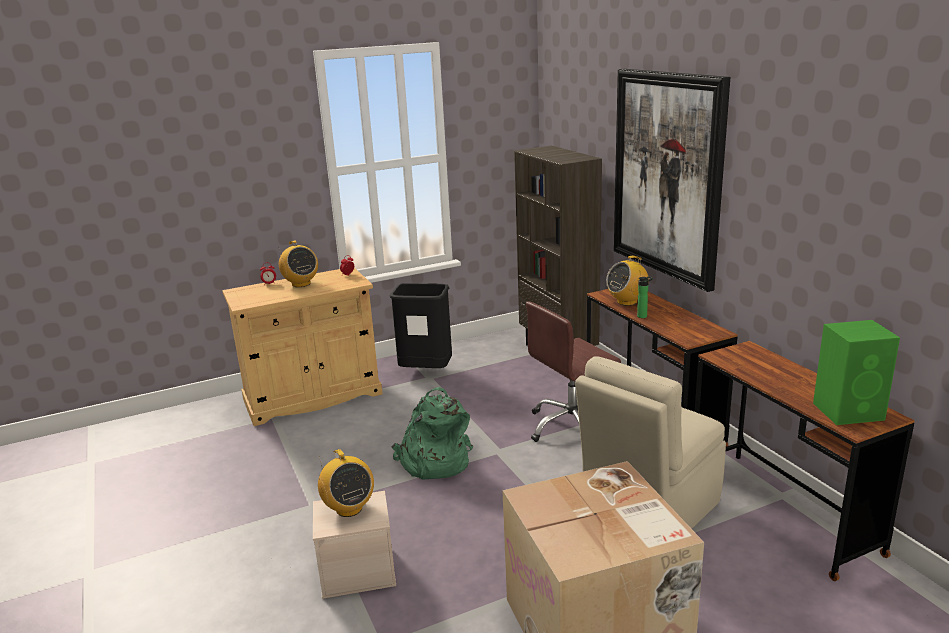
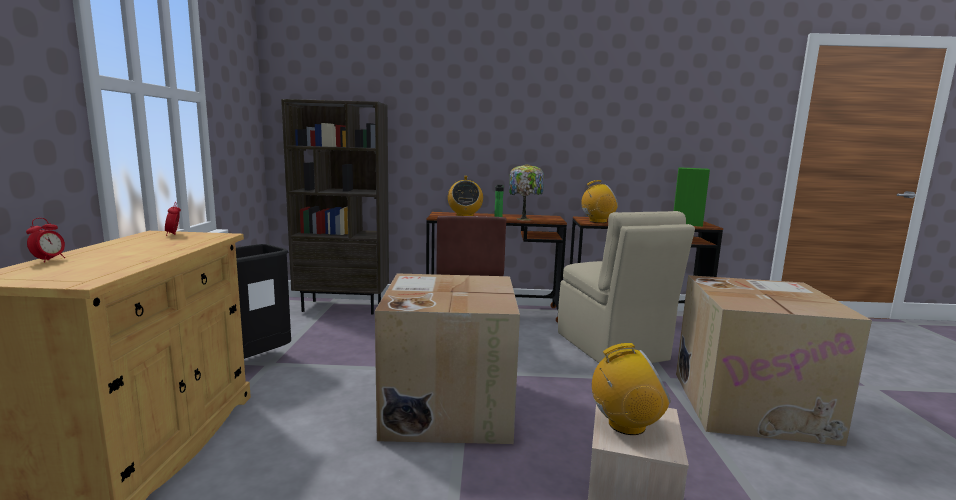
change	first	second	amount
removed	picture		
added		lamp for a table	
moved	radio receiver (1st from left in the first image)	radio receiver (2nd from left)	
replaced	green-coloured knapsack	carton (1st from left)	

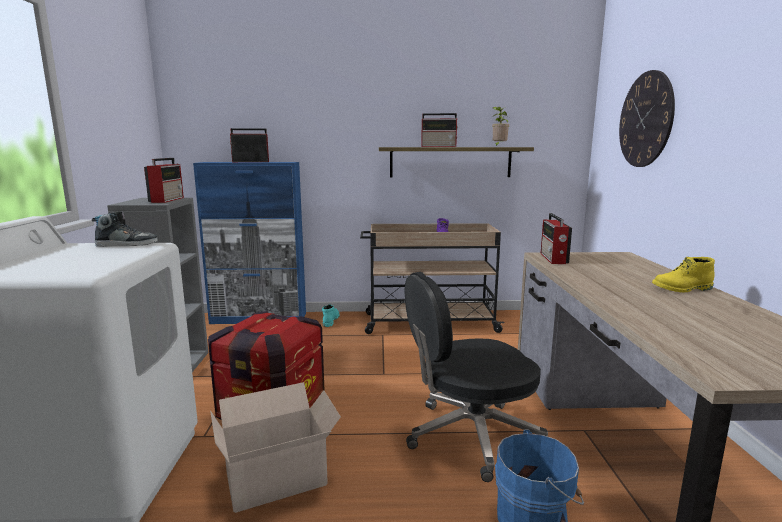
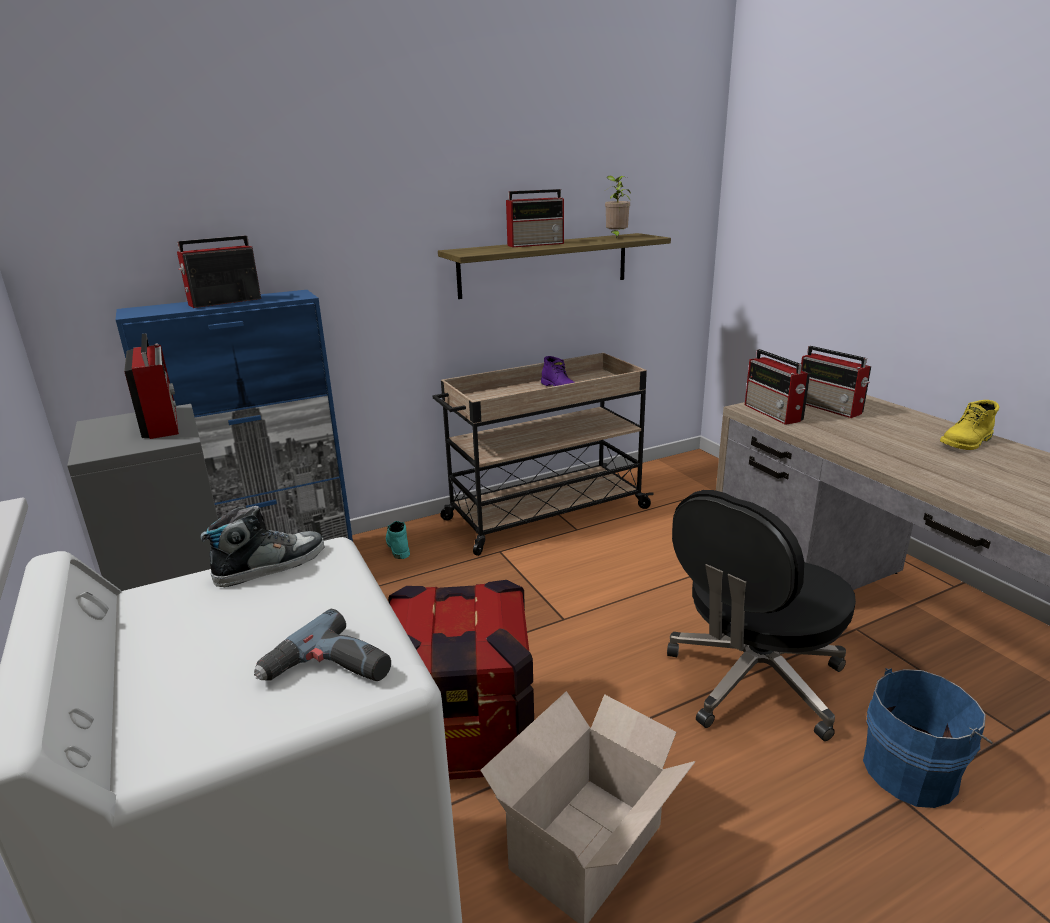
change	first	second	amount
removed	clock on the wall		
added		electric drill	
added		radio receiver (5th from left)	

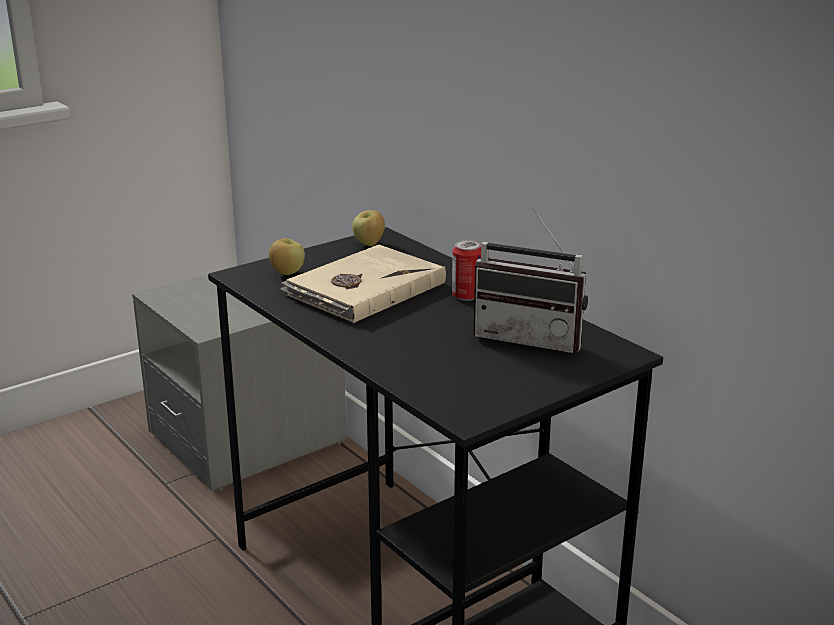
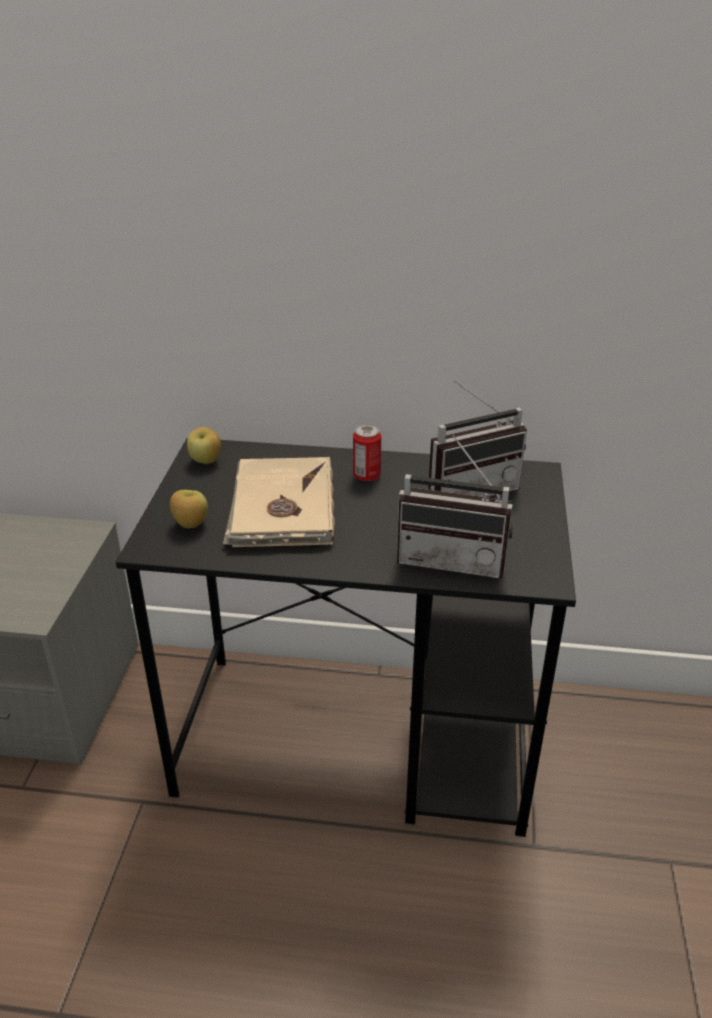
change	first	second	amount
added		radio receiver (1st from left)	

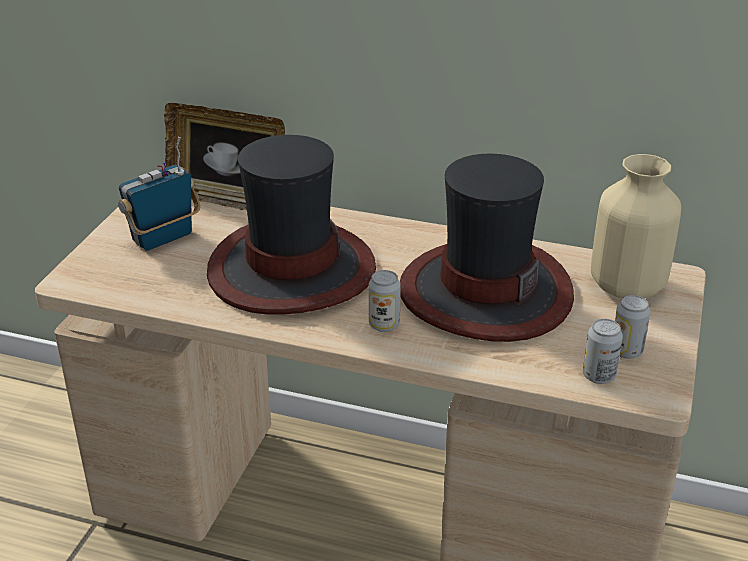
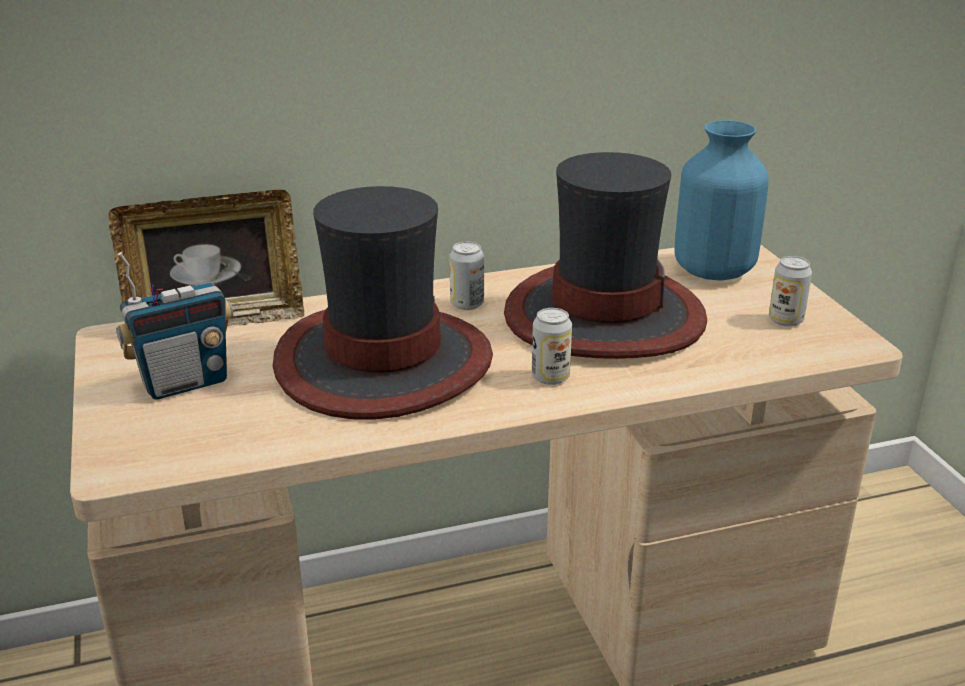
change	first	second	amount
moved	can (2nd from left in the first image)	can (1st from left)	
recoloured	beige-coloured decorative vase	blue-coloured decorative vase	
turned	radio receiver		135 degrees counterclockwise

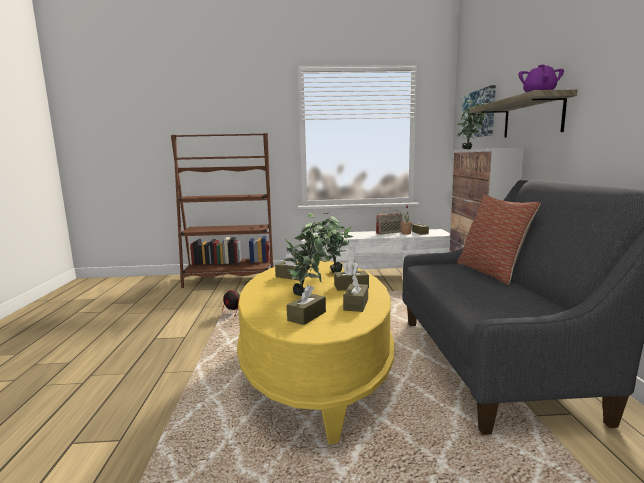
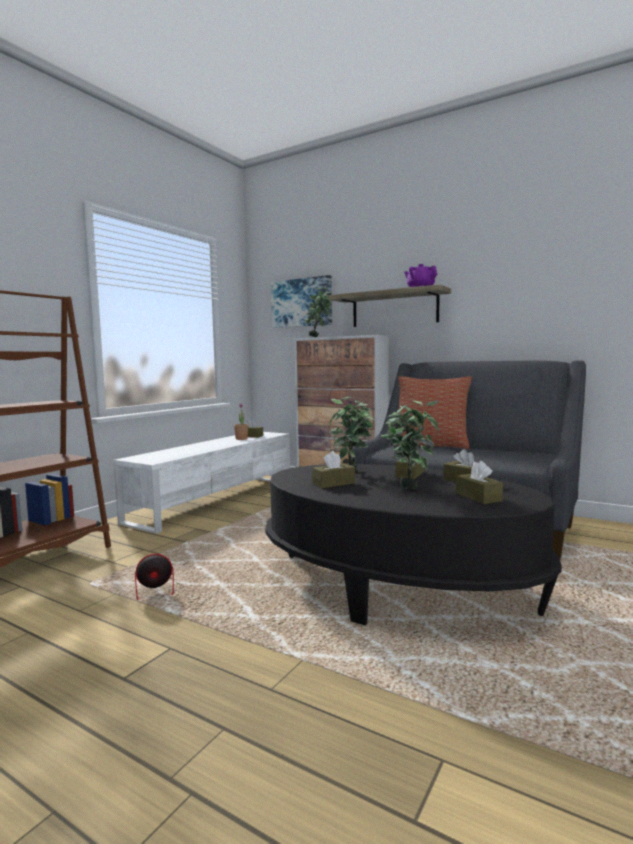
change	first	second	amount
removed	radio receiver		
recoloured	yellow-coloured lounge table	blackish lounge table	

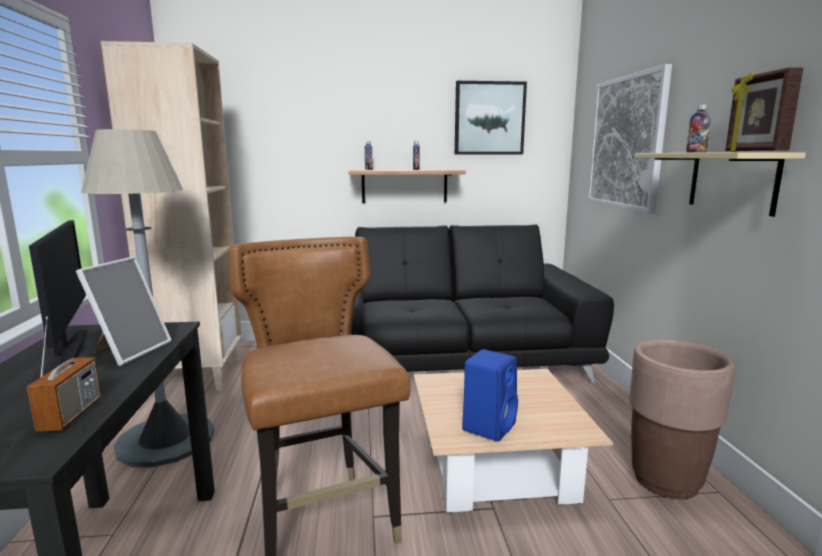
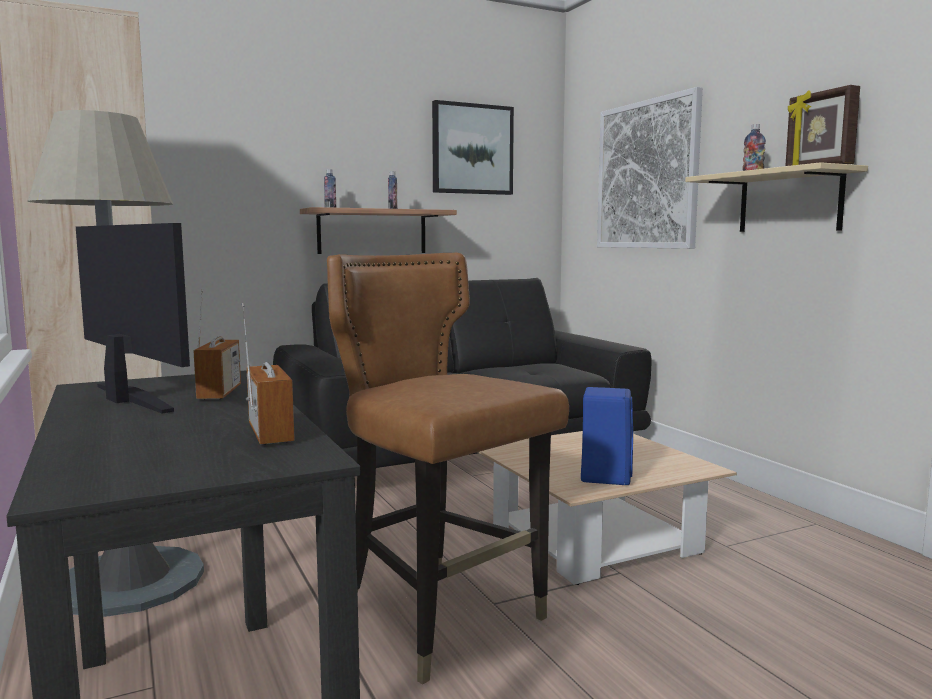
change	first	second	amount
removed	brownish flower pot		
replaced	photo frame (1st from left)	radio receiver (1st from left)	

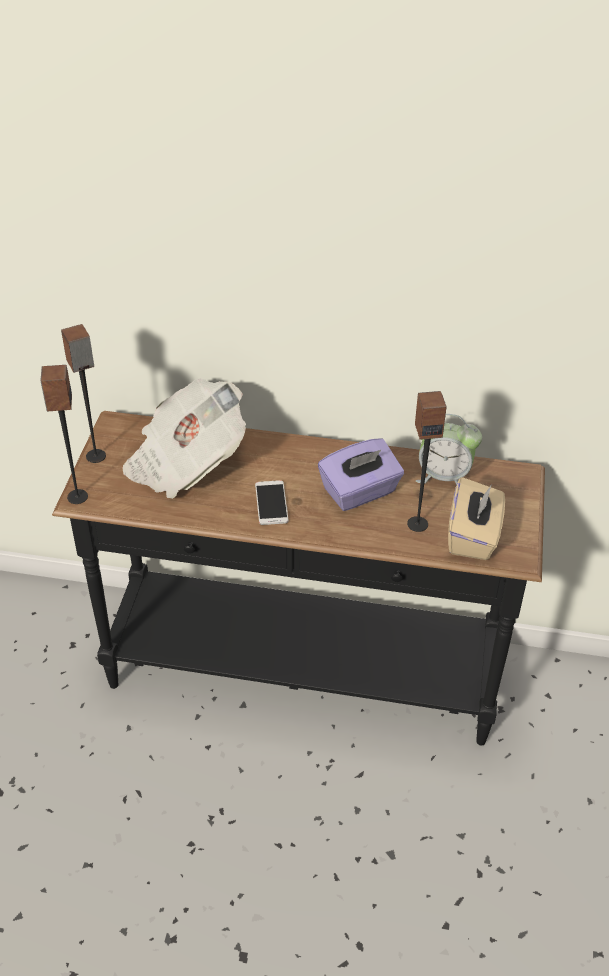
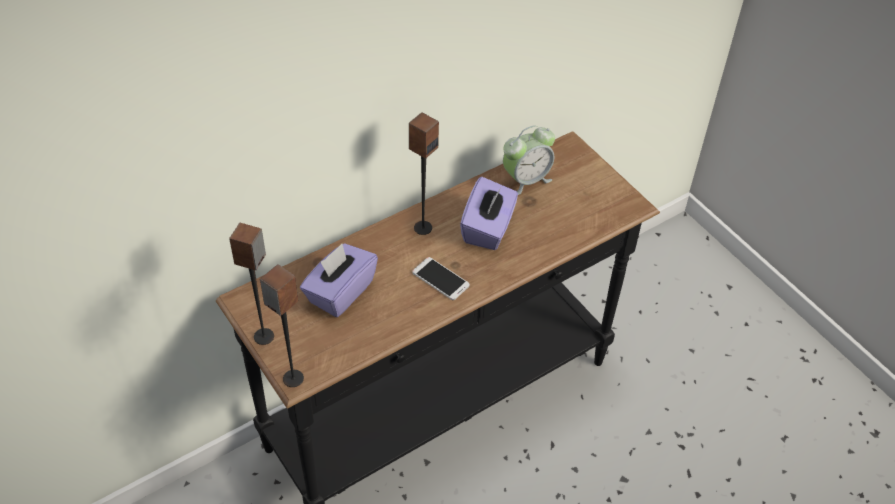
change	first	second	amount
removed	beige-coloured tissue holder		
moved	loudspeaker (3rd from left)		
replaced	newspaper	purple-coloured tissue holder (1st from left)	

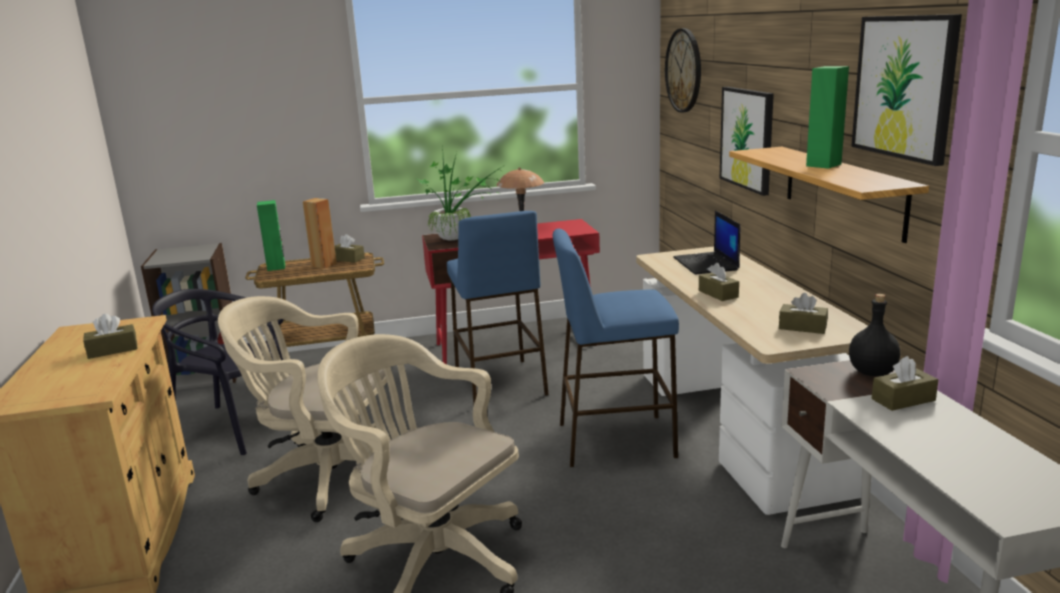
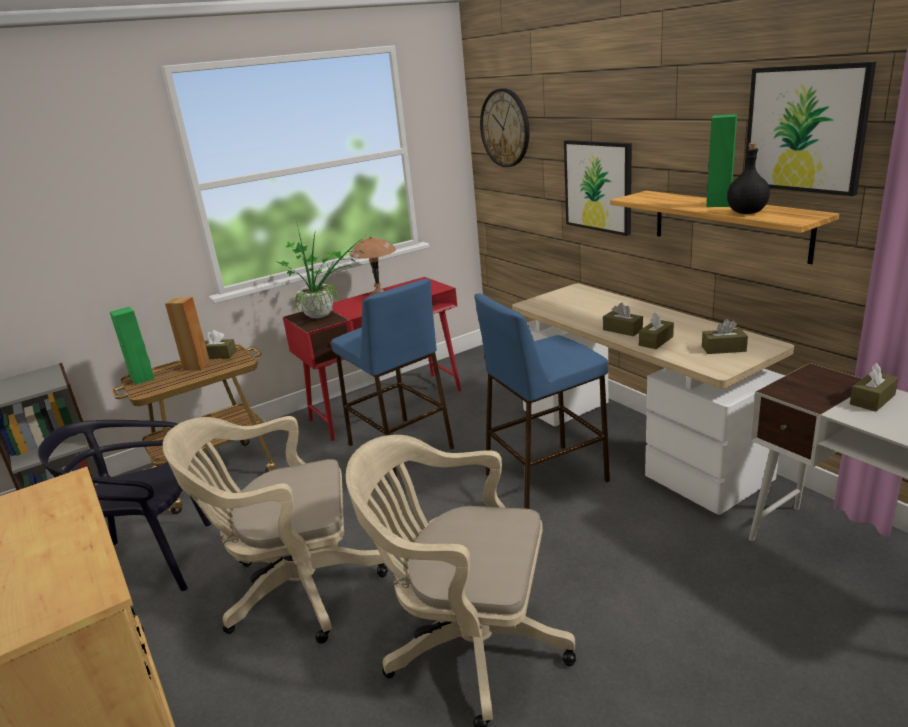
change	first	second	amount
removed	notebook computer		
moved	brownish tissue holder (1st from left in the first image)	brownish tissue holder (3rd from left)	
moved	blackish beverage bottle		

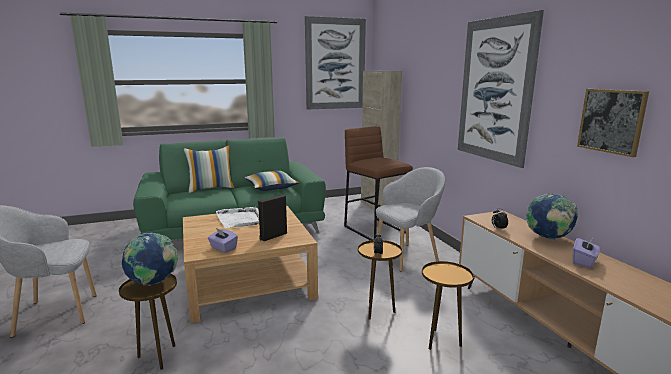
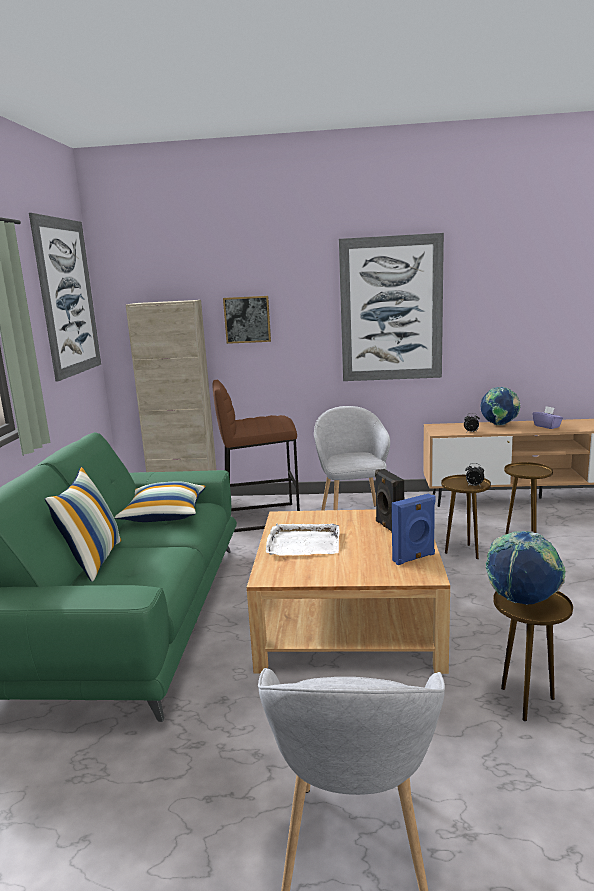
change	first	second	amount
moved	picture (3rd from left in the first image)	picture (2nd from left)	
replaced	purple-coloured tissue holder (1st from left)	blue-coloured loudspeaker	

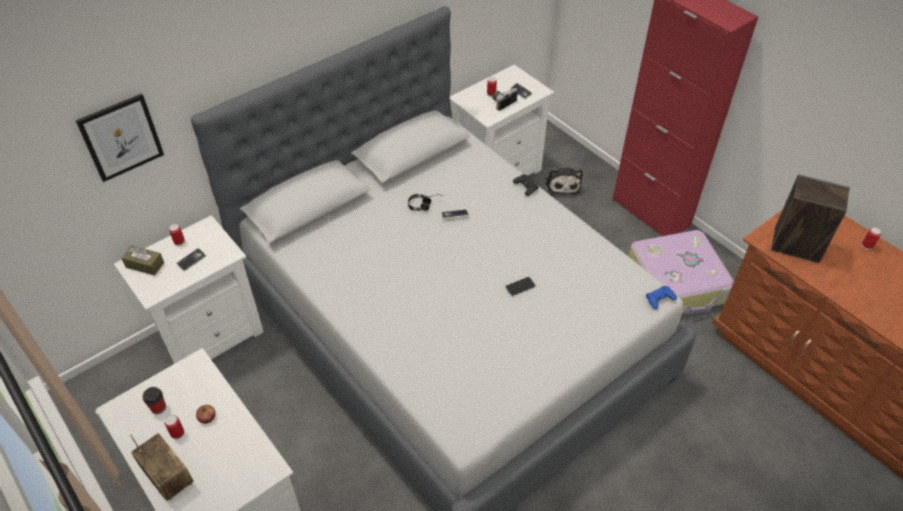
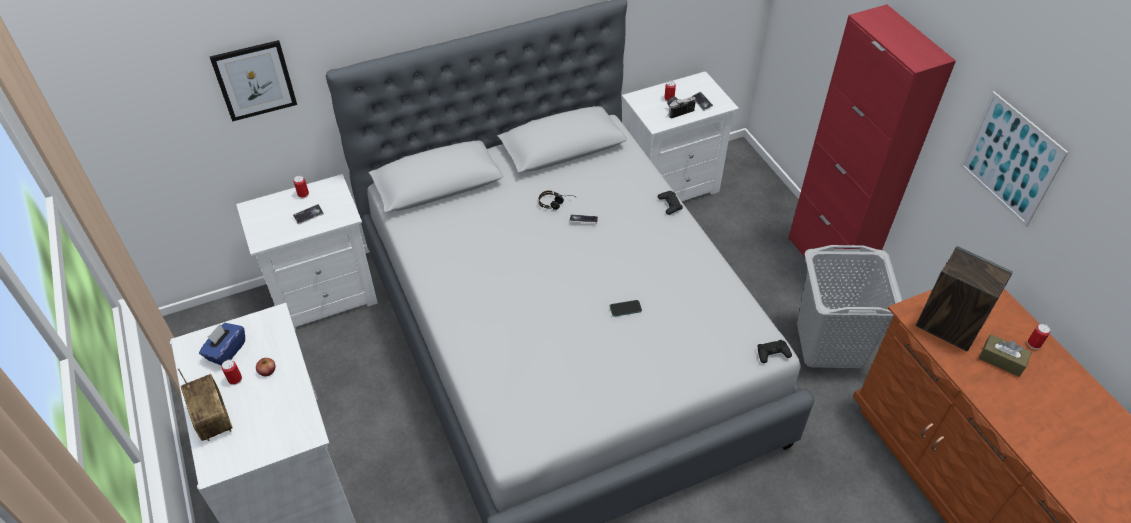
change	first	second	amount
removed	cuddly toy		
added		picture (2nd from left)	
moved	brownish tissue holder		
replaced	drinking cup	blue-coloured tissue holder	
replaced	piece of luggage	grey hamper	
recoloured	blue-coloured joypad	blackish joypad (2nd from left)	

